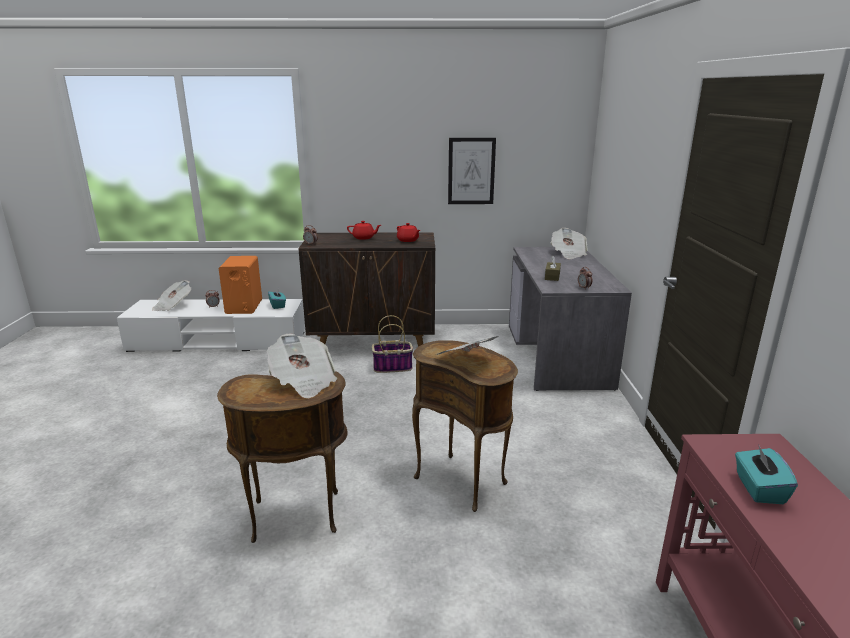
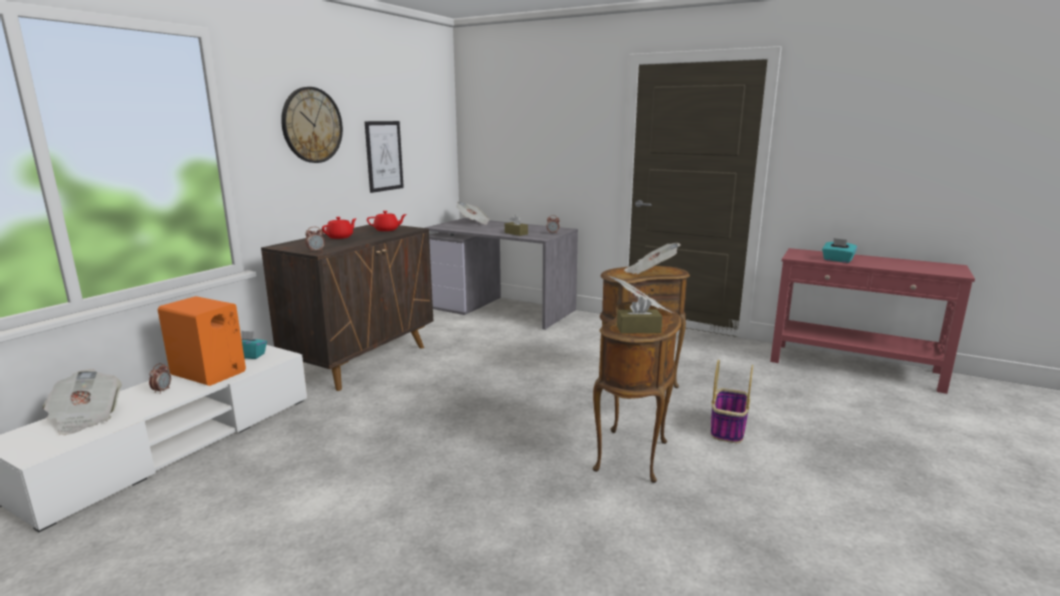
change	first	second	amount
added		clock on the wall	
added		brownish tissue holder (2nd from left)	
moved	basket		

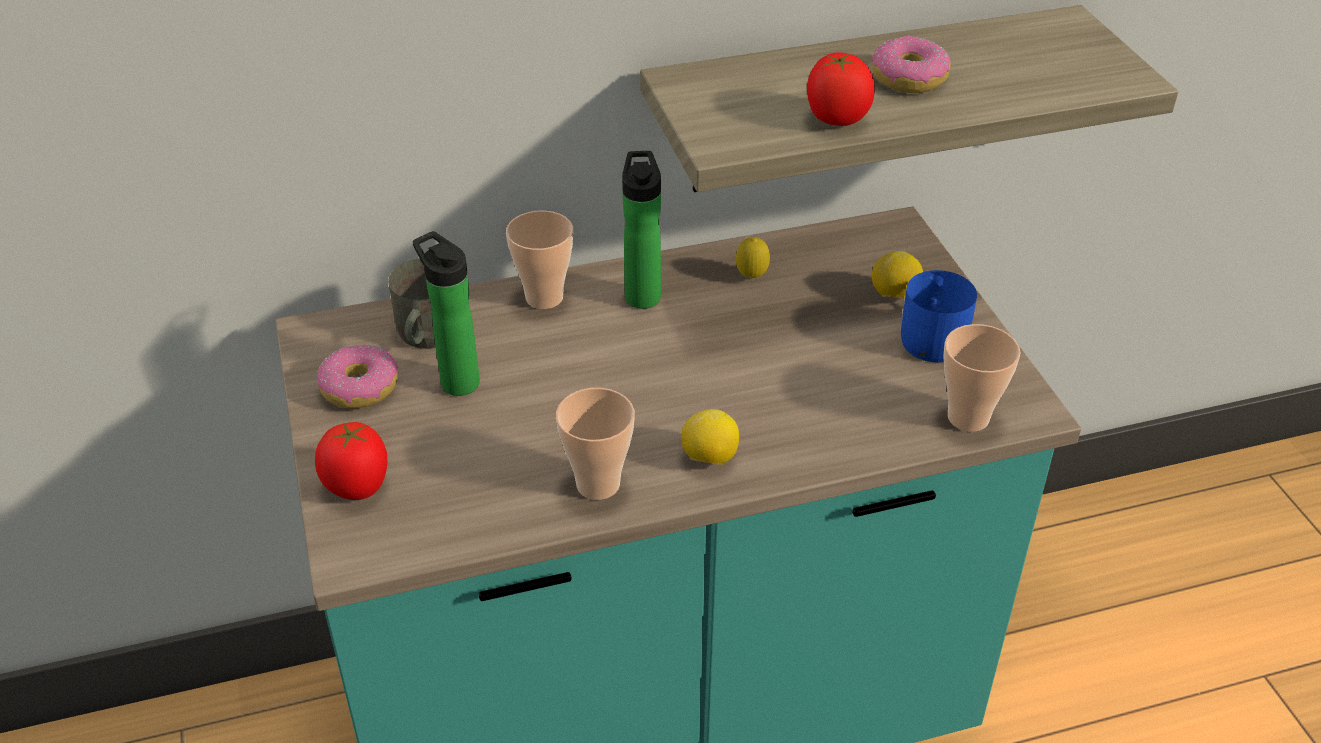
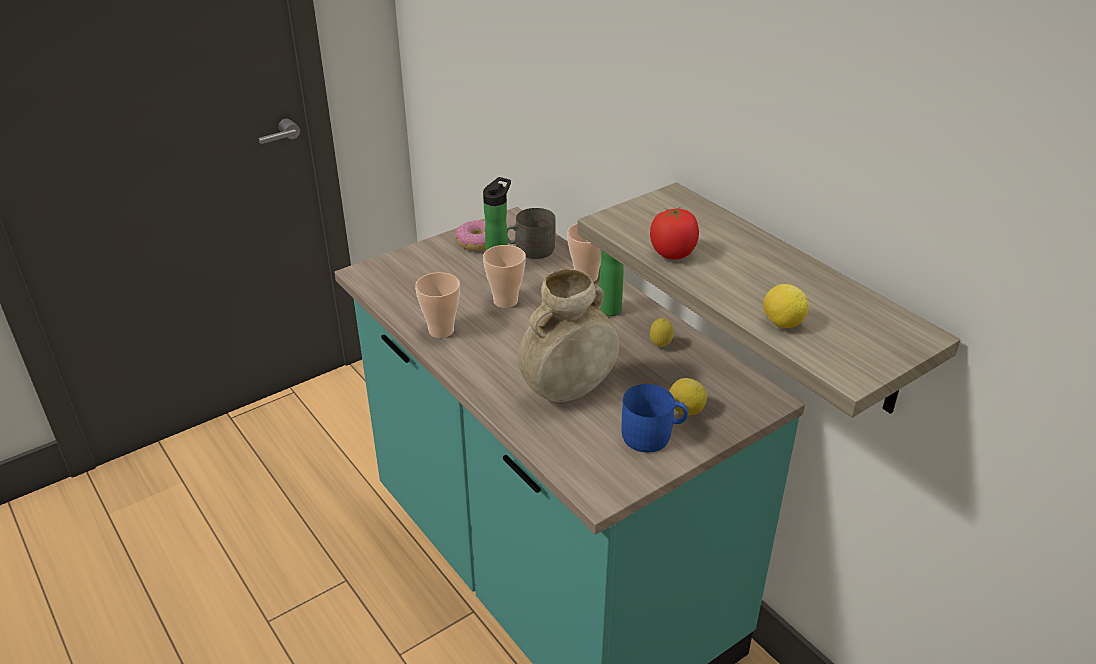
change	first	second	amount
removed	fresh tomato (1st from left)		
removed	donut (2nd from left)		
added		beige-coloured decorative vase	
moved	lemon (1st from left in the first image)	lemon (3rd from left)	
moved	drinking cup (3rd from left in the first image)	drinking cup (2nd from left)	

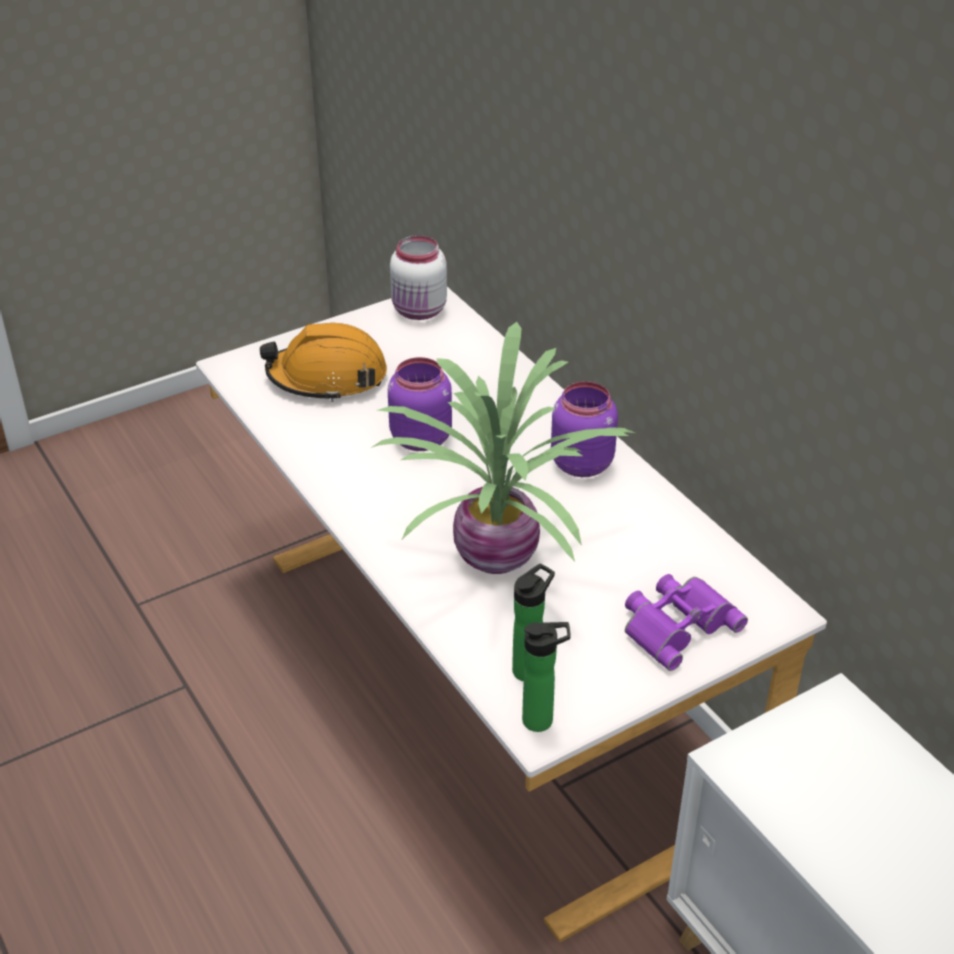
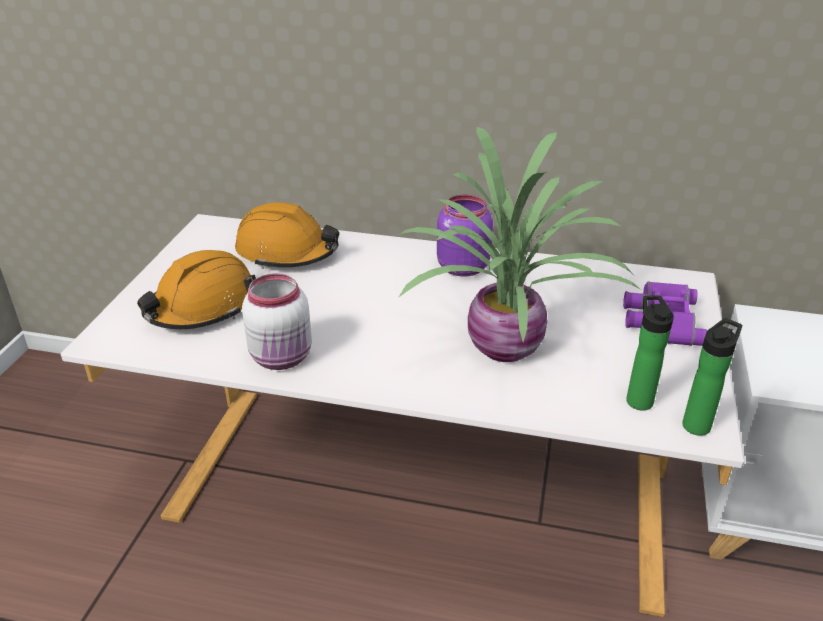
change	first	second	amount
removed	purple-coloured jar (1st from left)		
added		orangey safety helmet (2nd from left)	
moved	white-coloured jar		

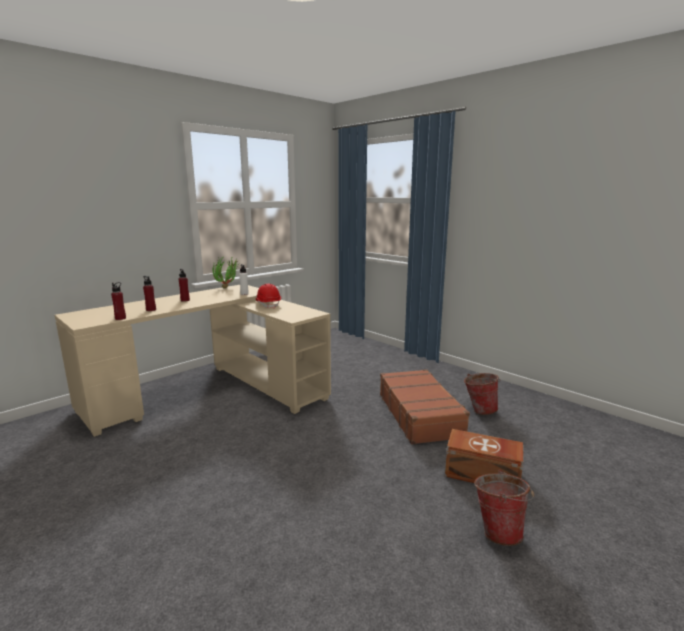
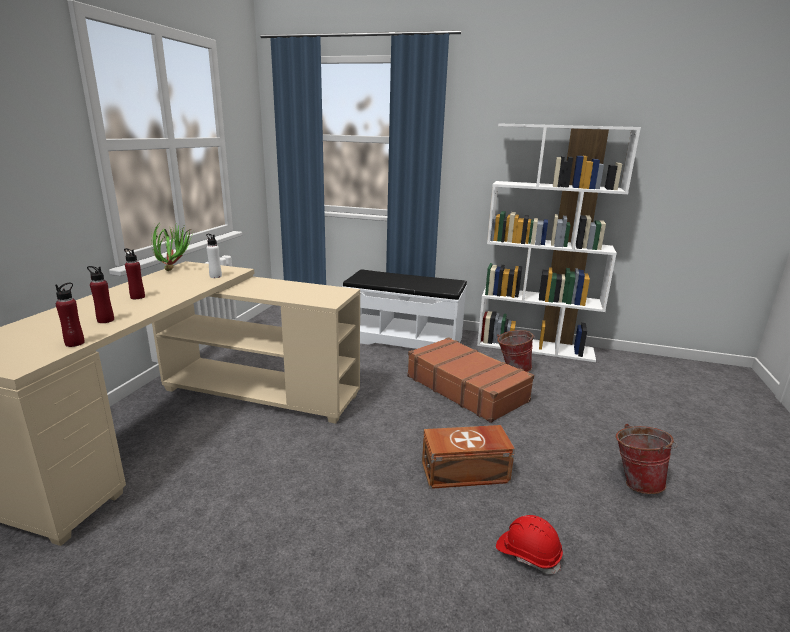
change	first	second	amount
added		white-coloured indoor bench	
added		white-coloured shelving unit	
moved	reddish safety helmet		
moved	brownish storage bin		

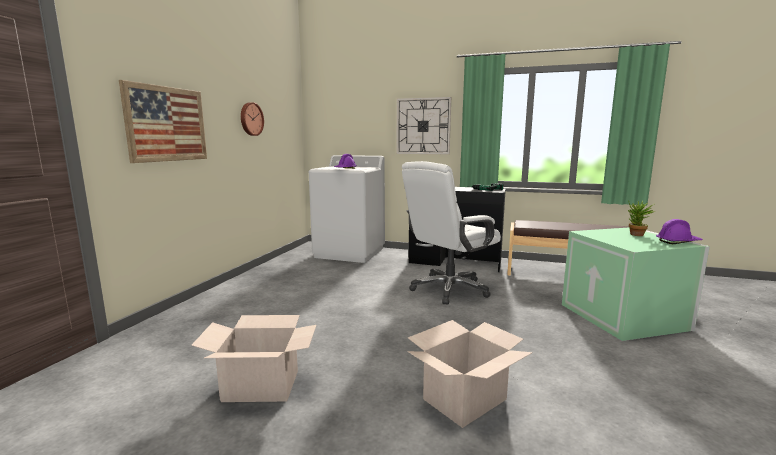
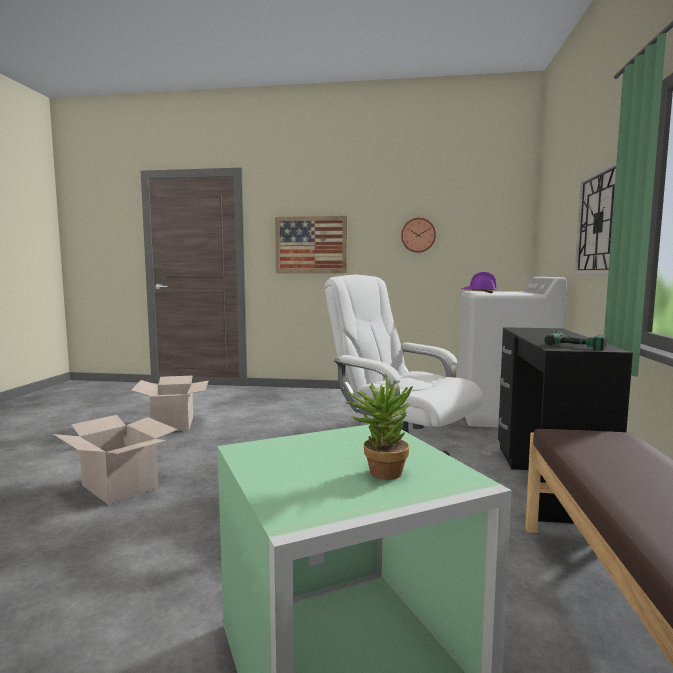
change	first	second	amount
removed	purple-coloured safety helmet (2nd from left)		

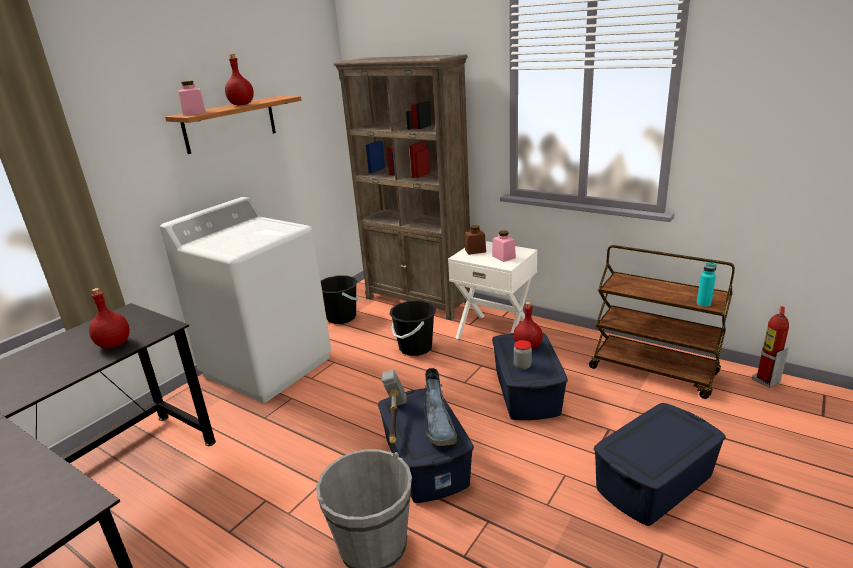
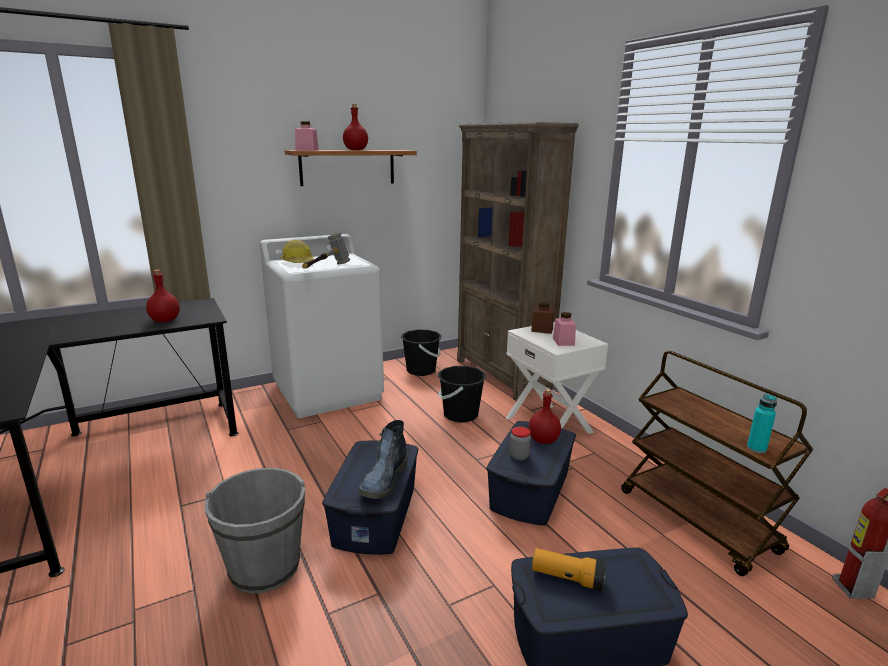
change	first	second	amount
added		safety helmet	
added		torch	
moved	tool hammer		

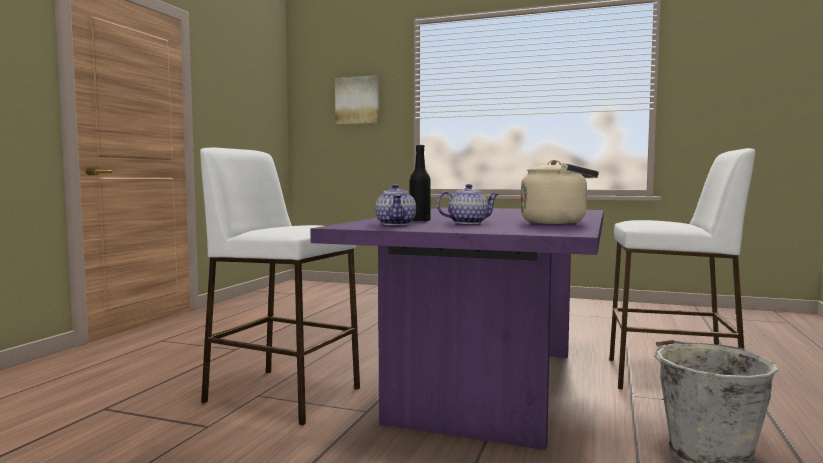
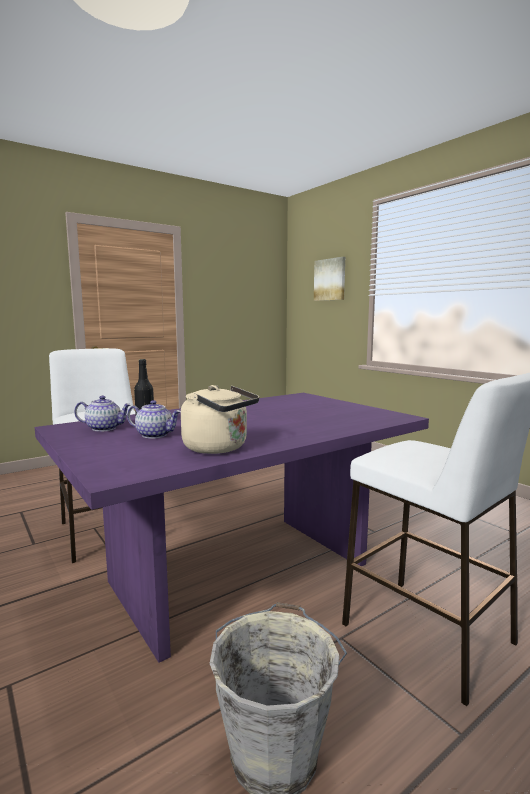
change	first	second	amount
turned	teapot (1st from left)		120 degrees counterclockwise

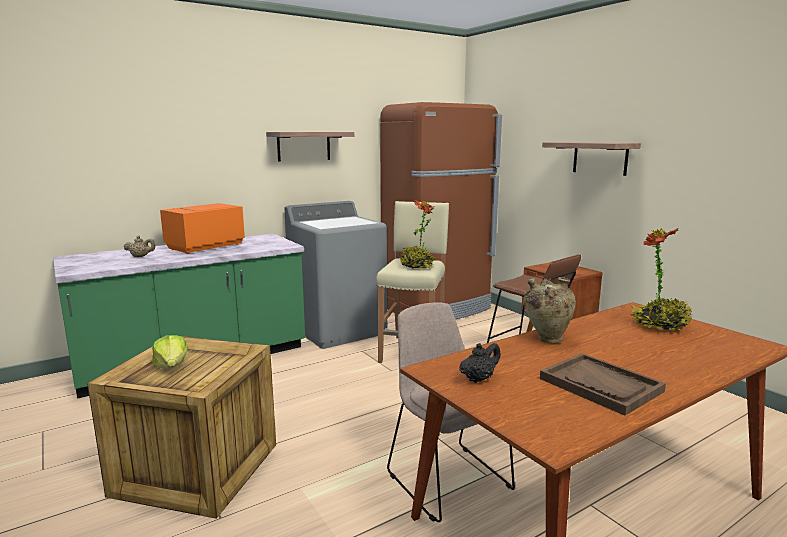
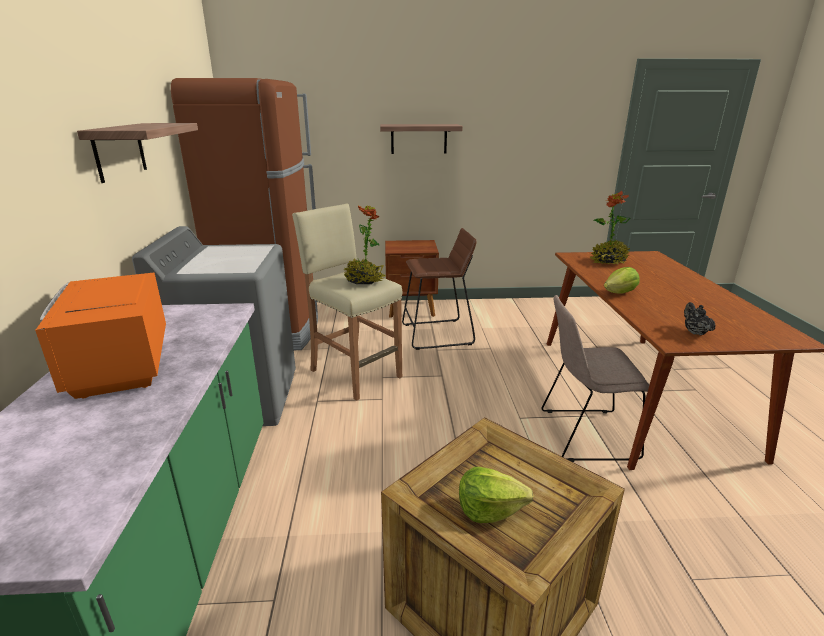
change	first	second	amount
removed	beige-coloured teapot		
removed	brownish serving tray		
replaced	beige-coloured decorative vase	lettuce head (2nd from left)	

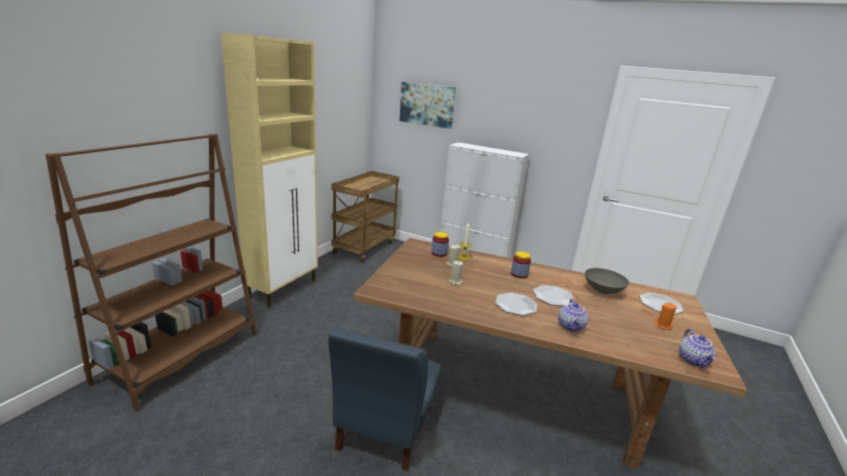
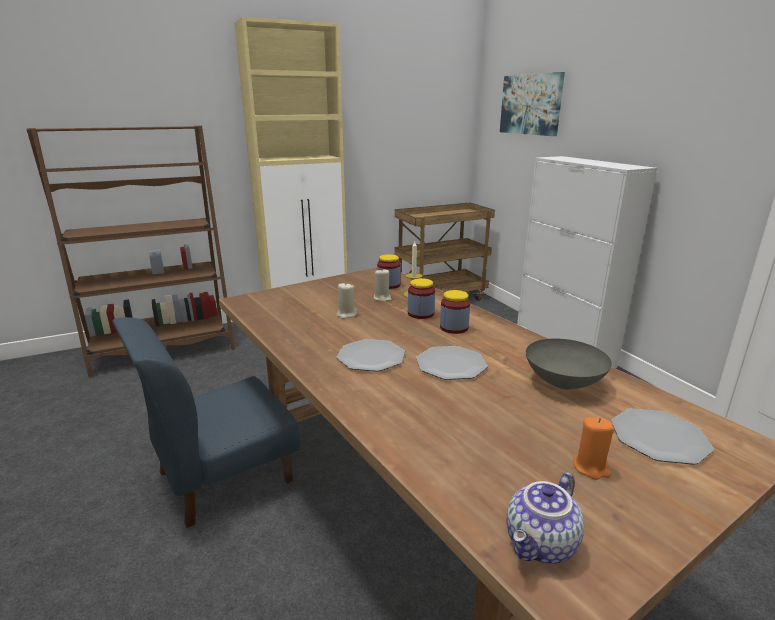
change	first	second	amount
removed	teapot (1st from left)		
added		jar (2nd from left)	

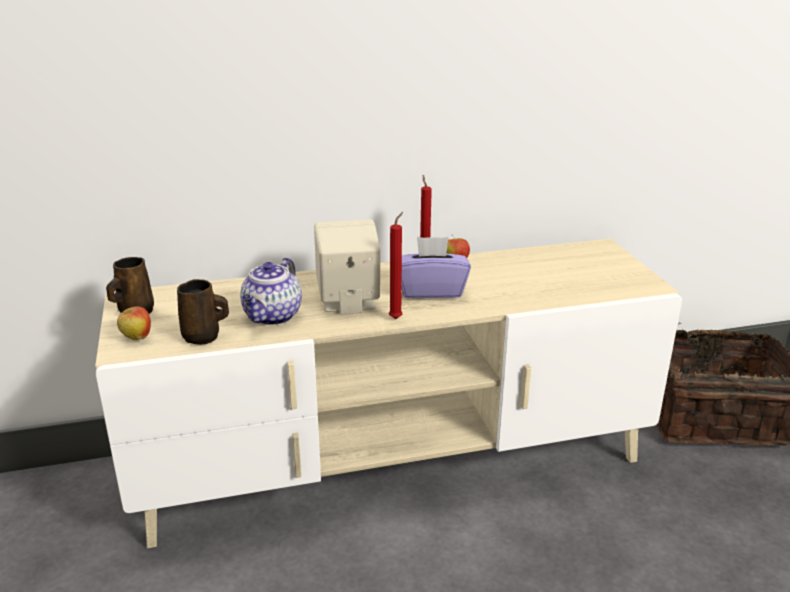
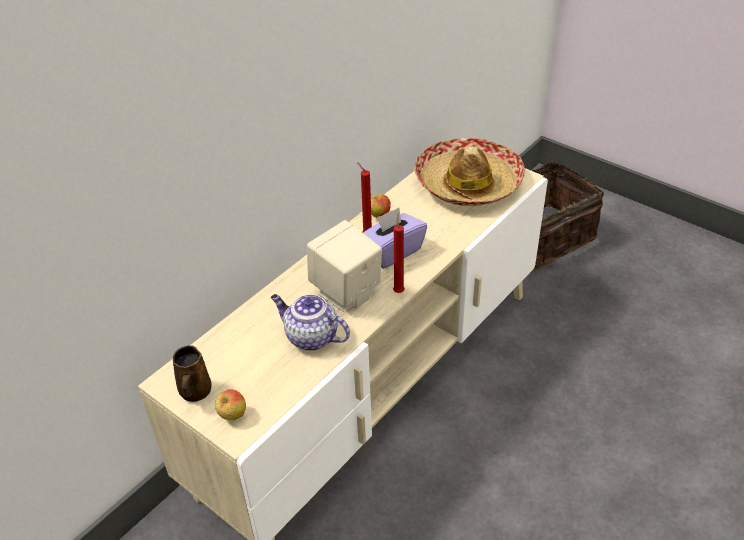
change	first	second	amount
removed	brownish coffee mug (2nd from left)		
added		clothing hat	
turned	teapot		135 degrees clockwise

